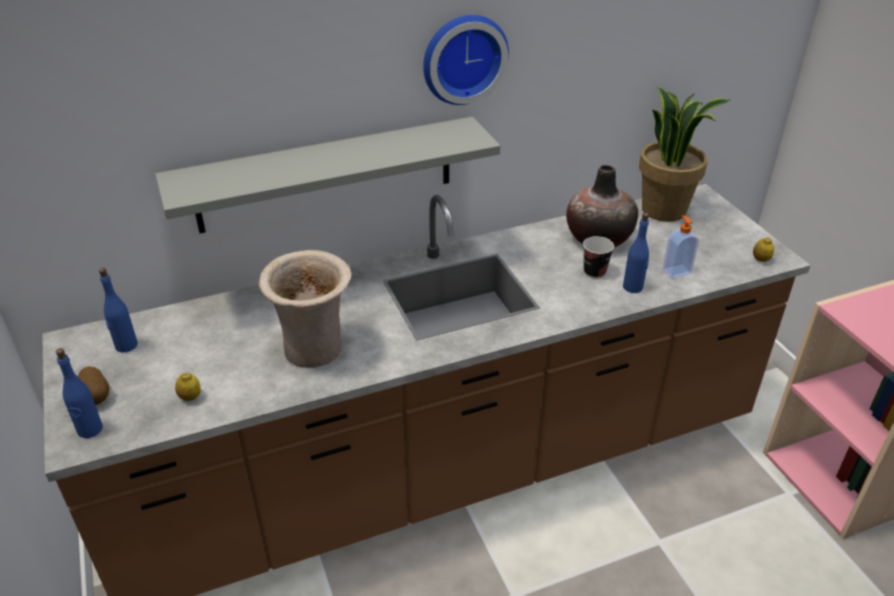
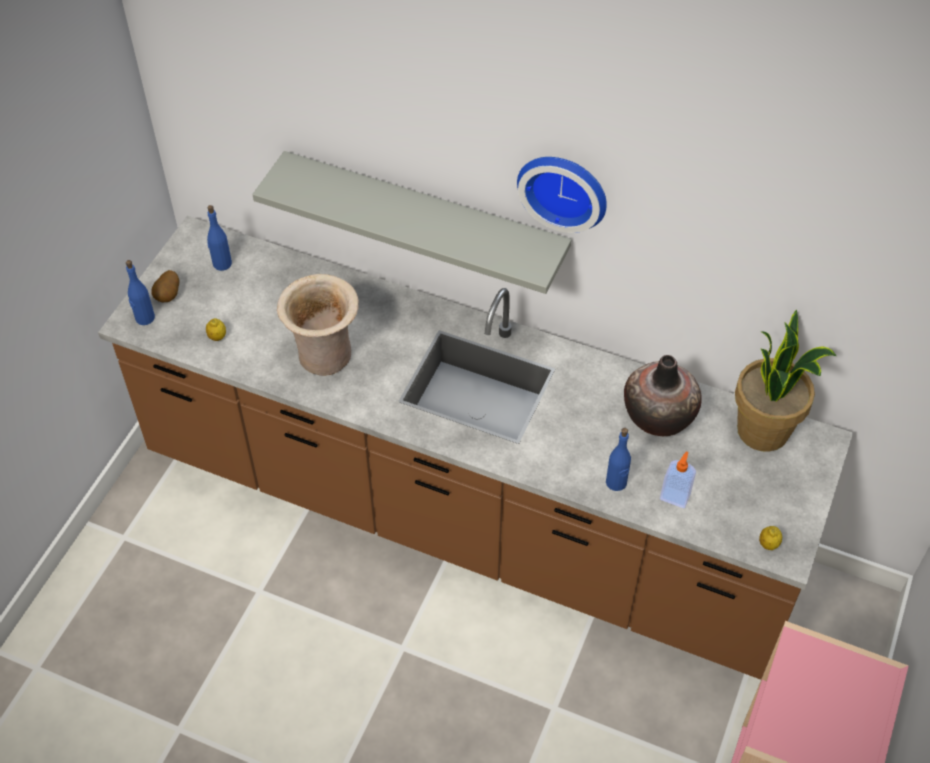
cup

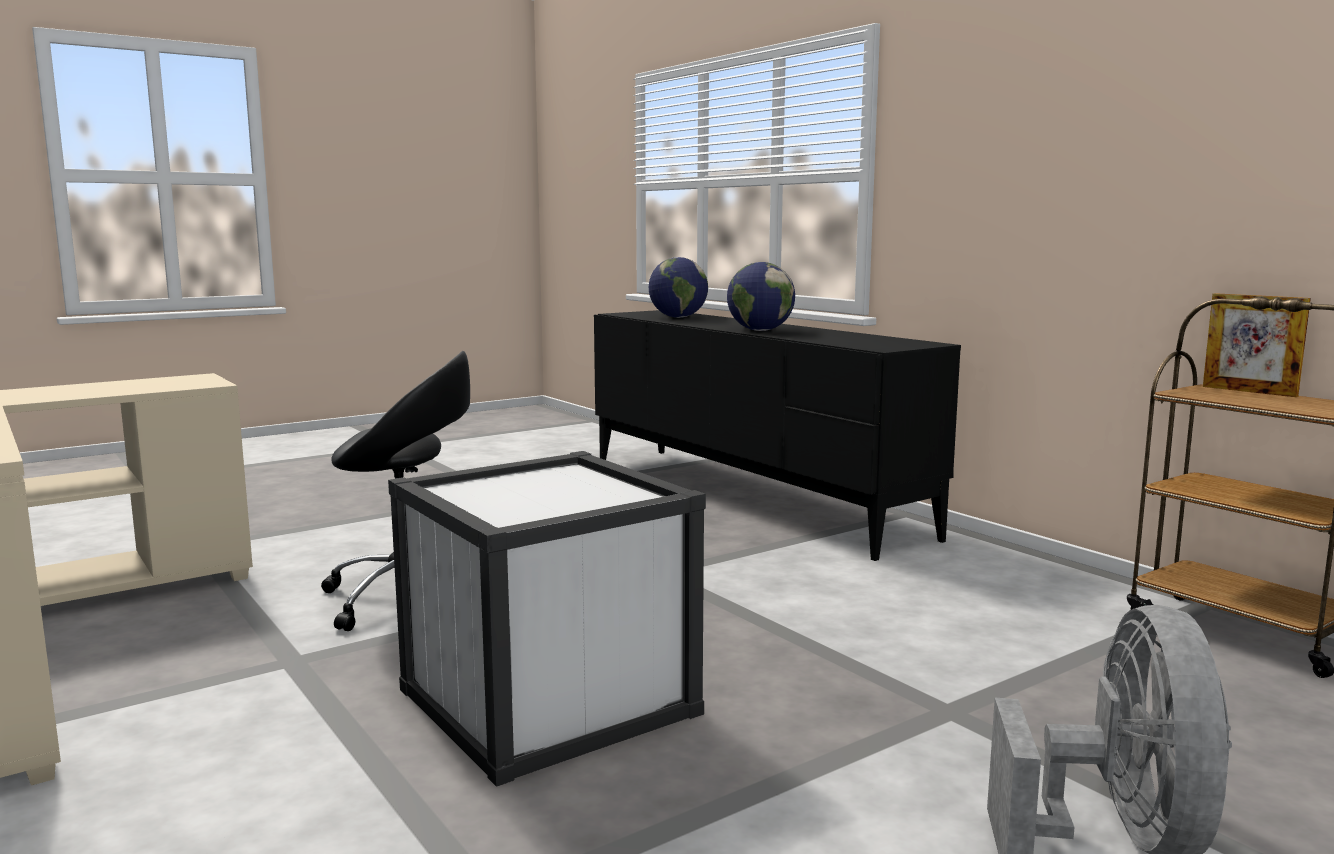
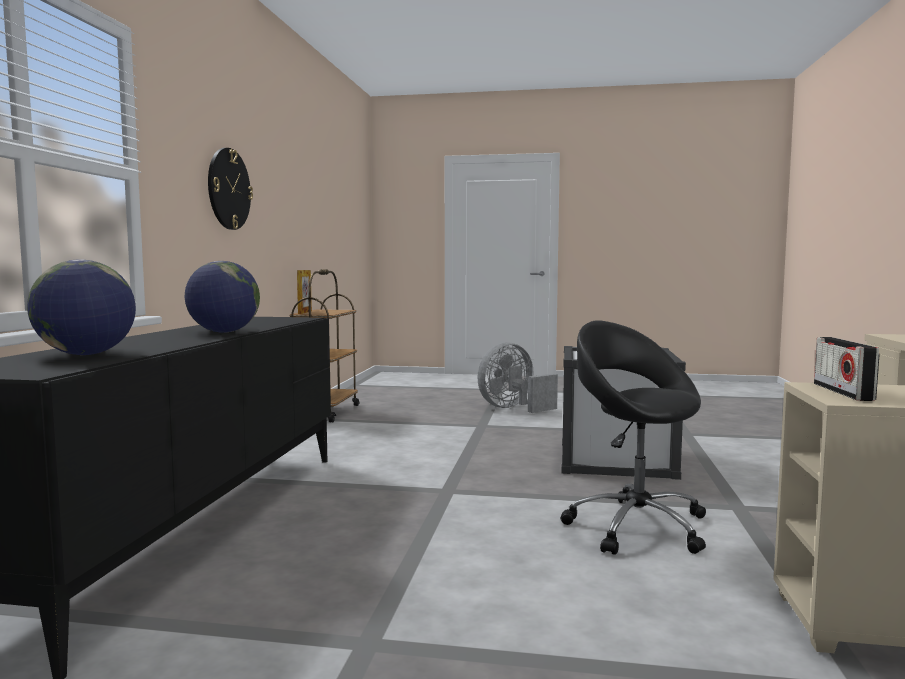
wall clock
radio

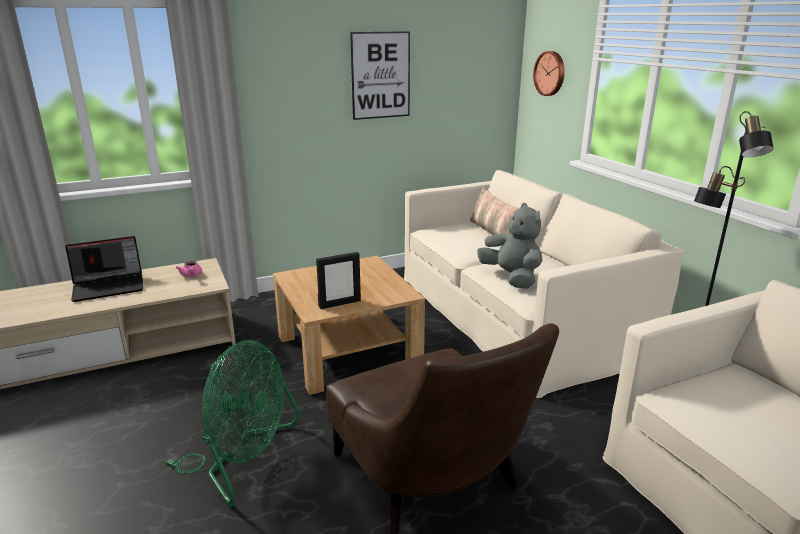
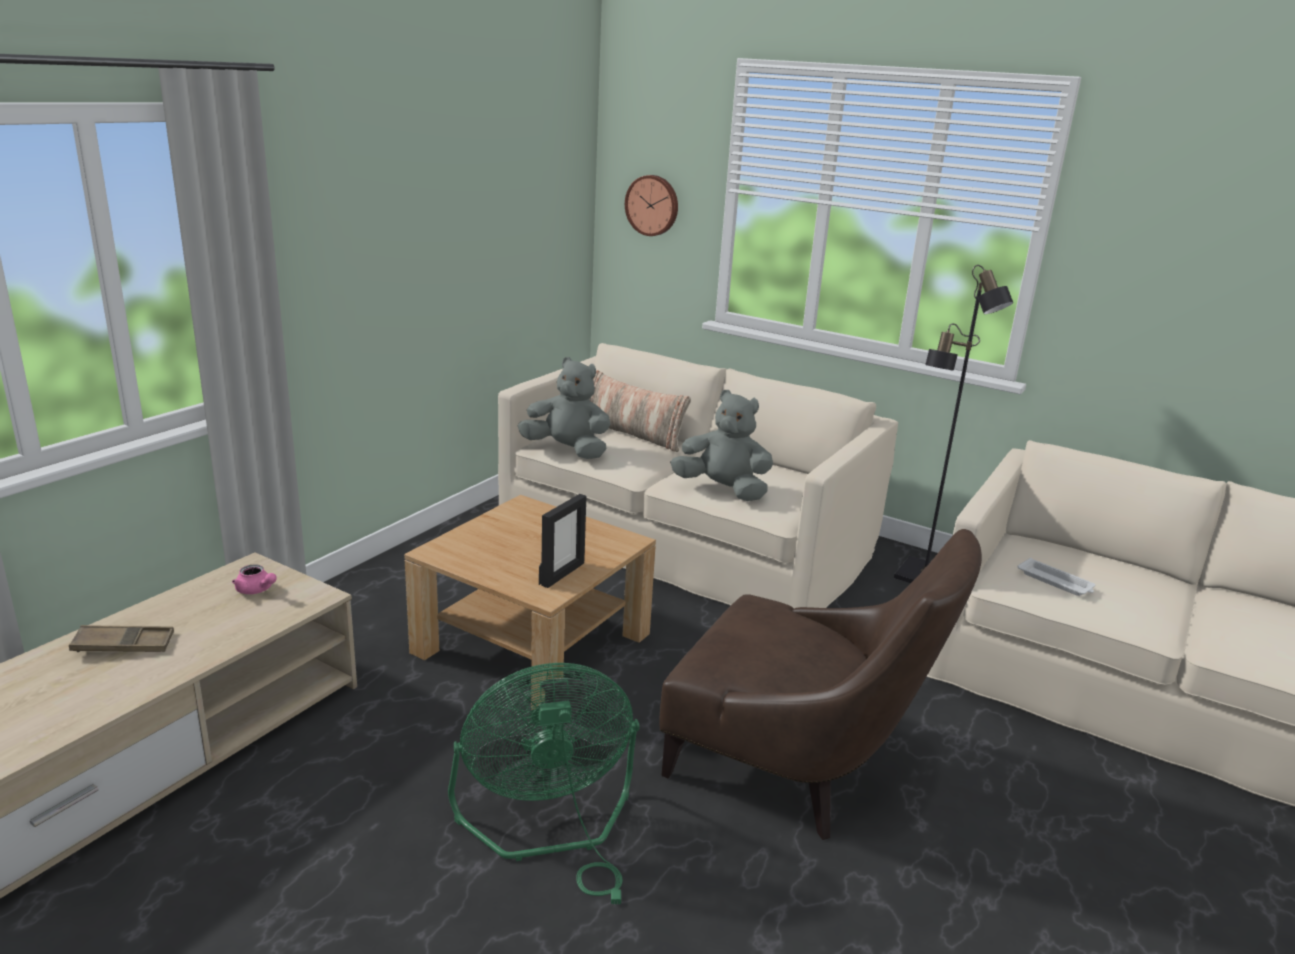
picture
plush toy in grey (1st from left)
tray in white
tray in brown
fan in green

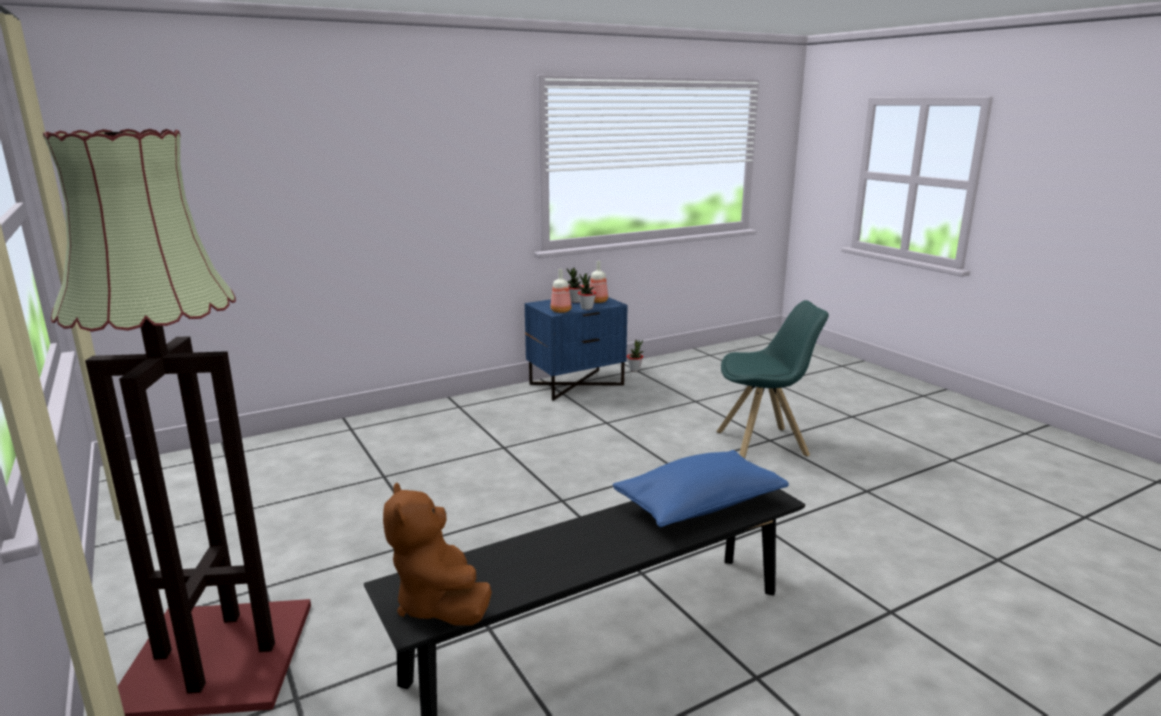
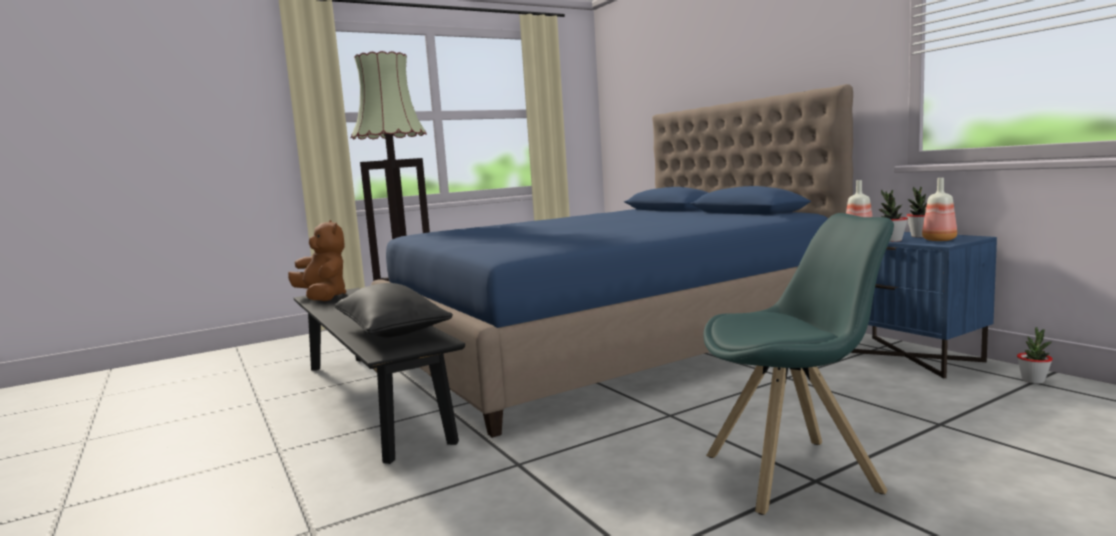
bed in blue
pillow in black
plush toy in brown
chair in turquoise

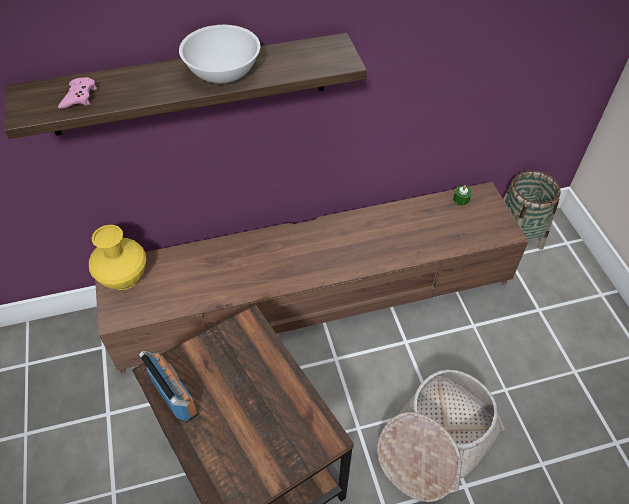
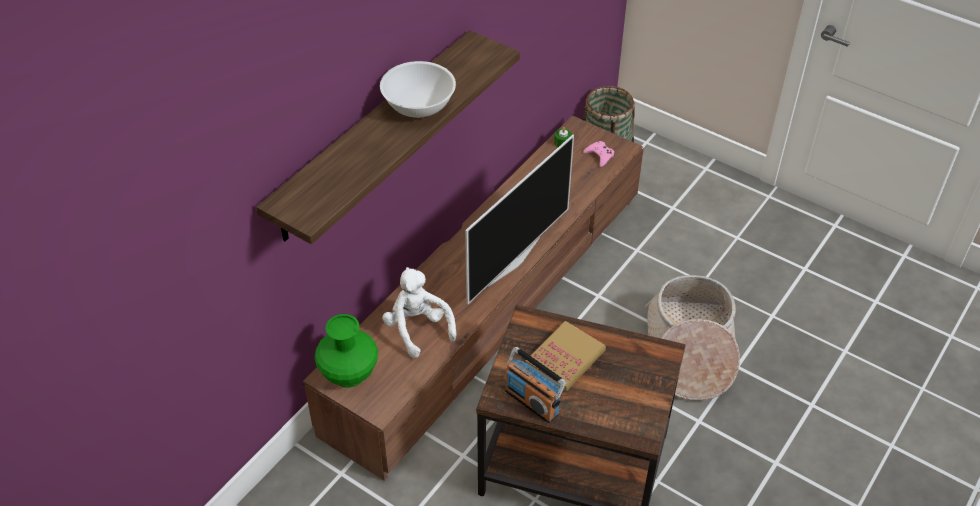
plush toy in white
television
book
game controller in pink
vase in green
radio

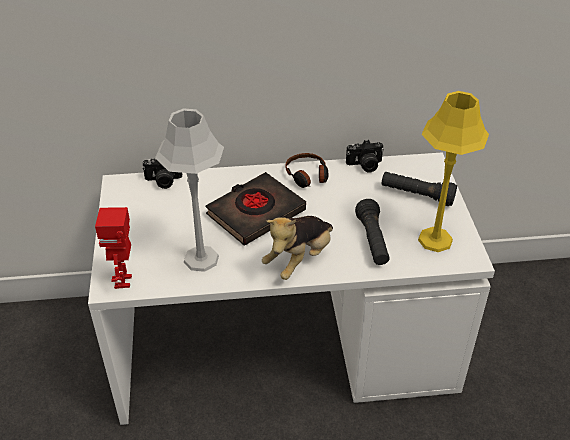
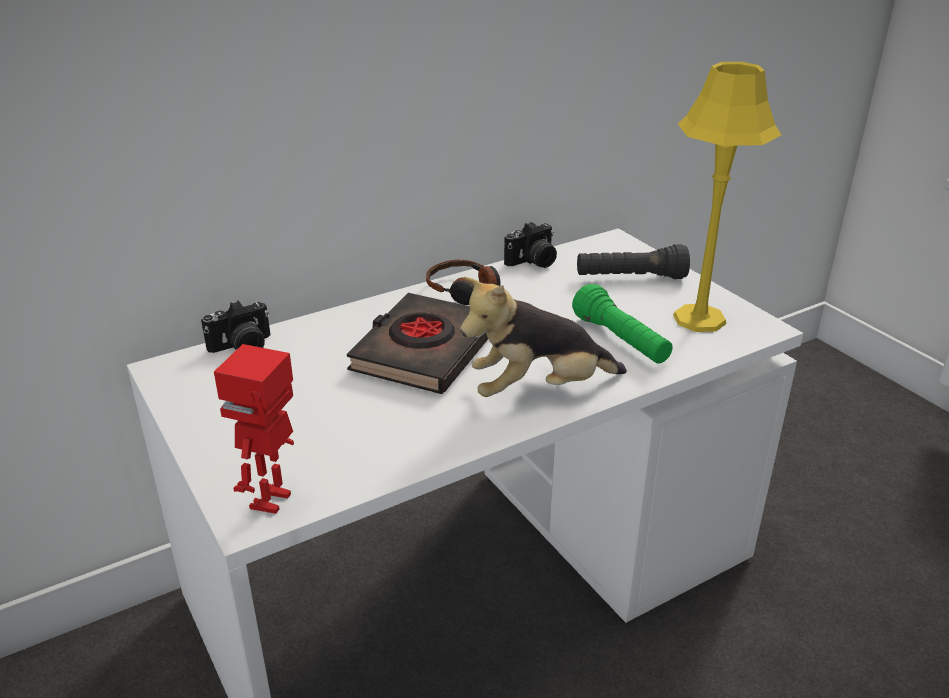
table lamp in grey
flashlight in green
toy robot
plush toy

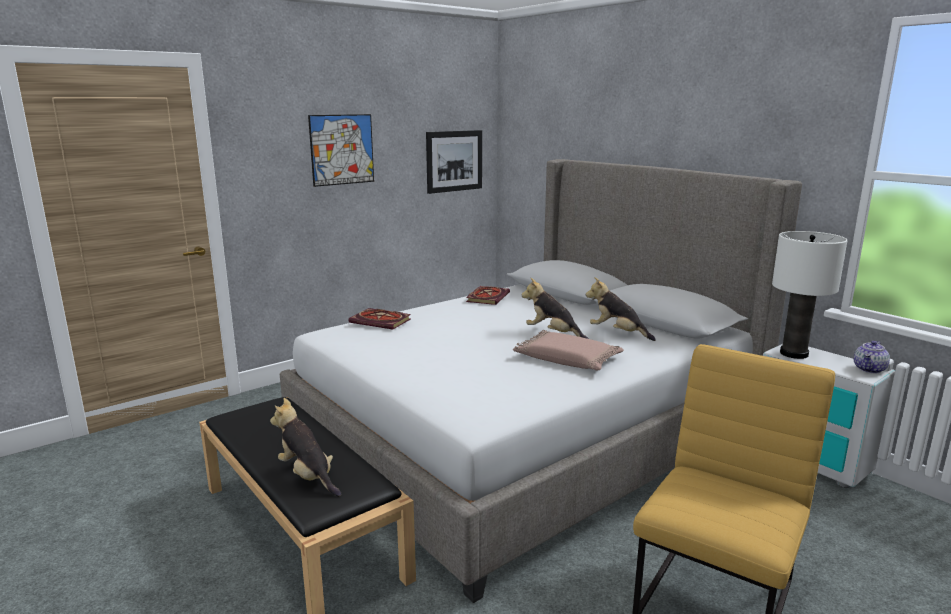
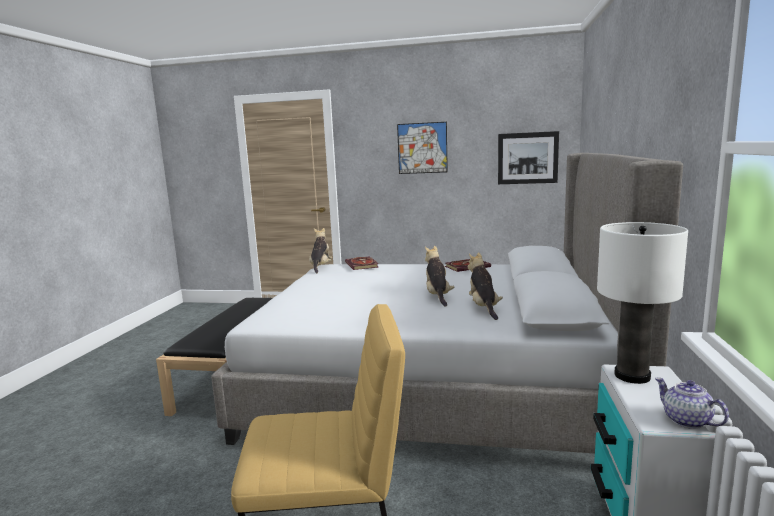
pillow in beige
plush toy (1st from left)
teapot

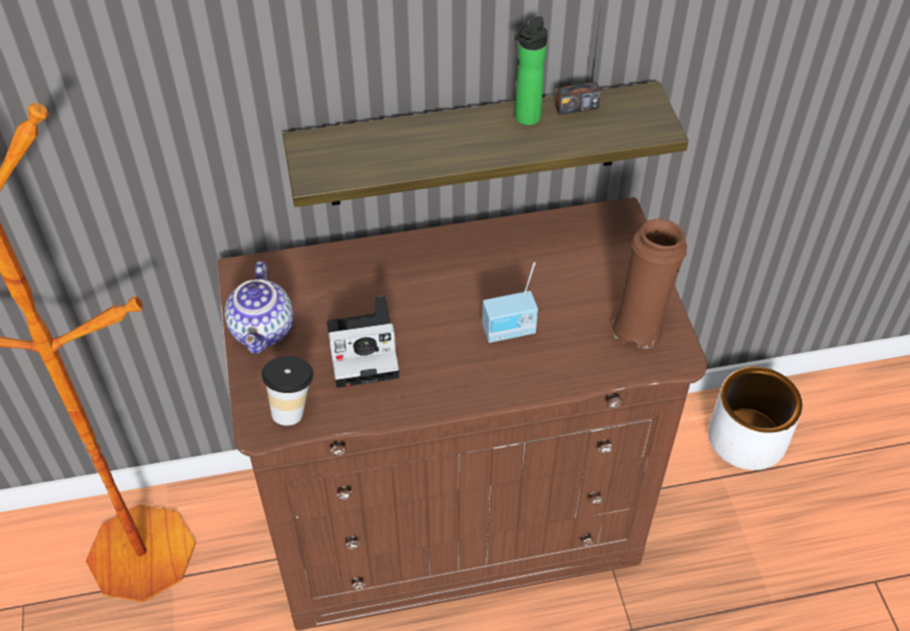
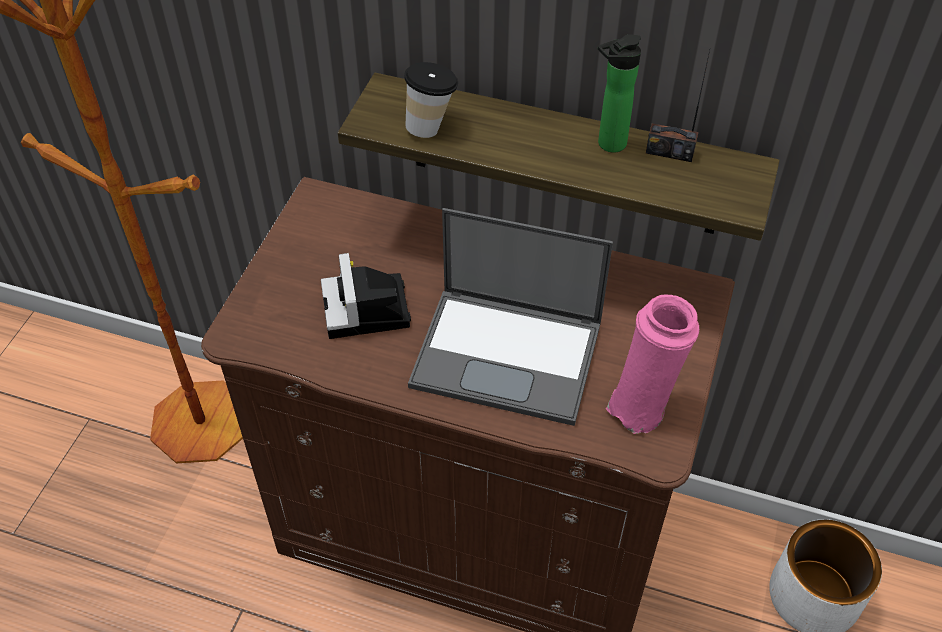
teapot
cup
laptop
vase in pink
photo camera

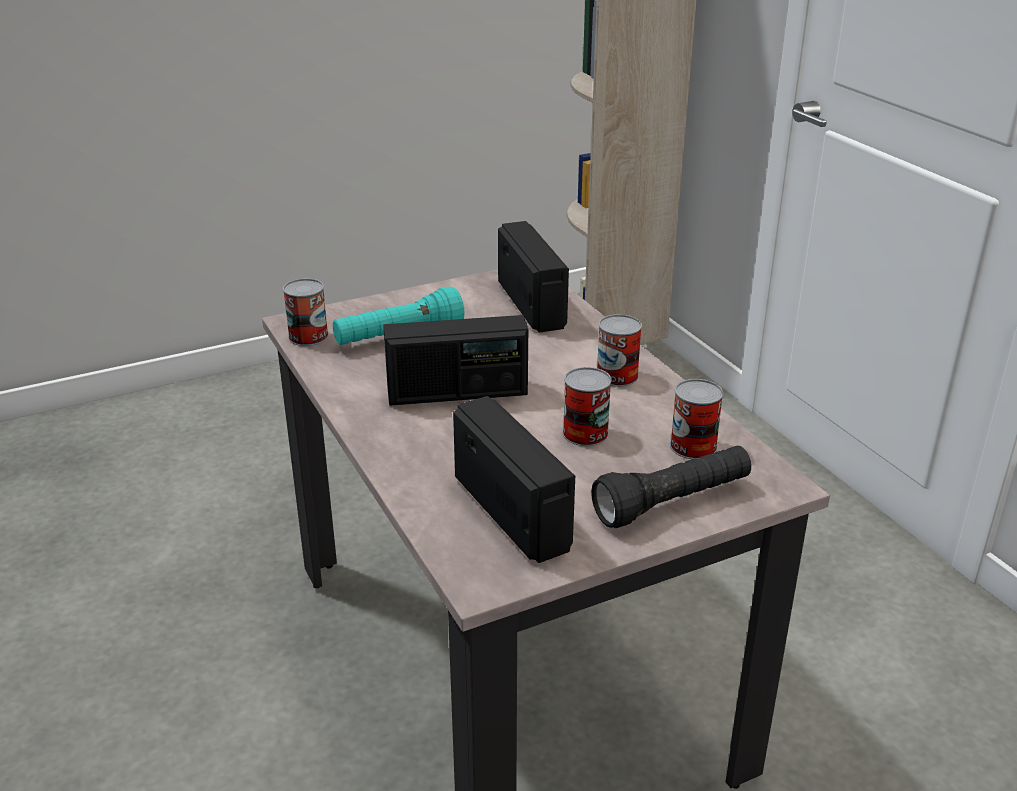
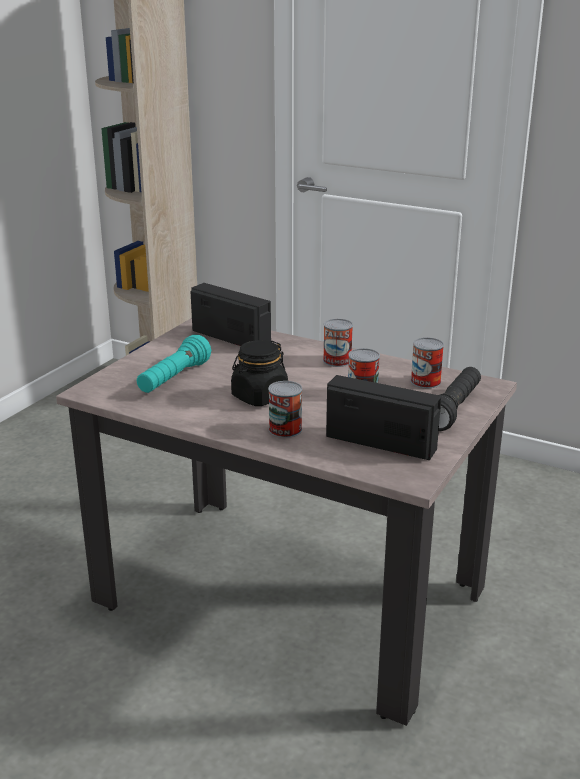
can (1st from left)
jar in black

